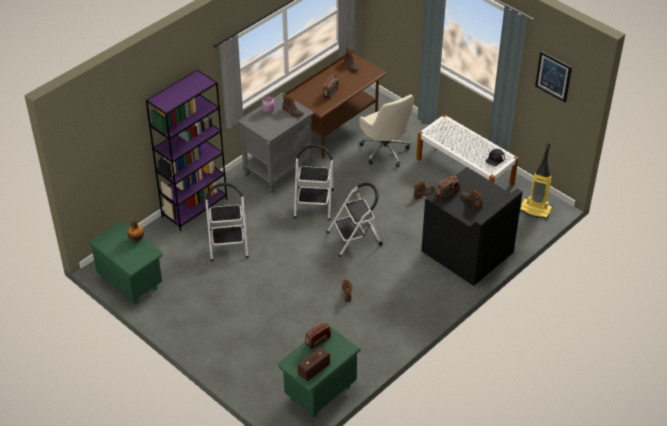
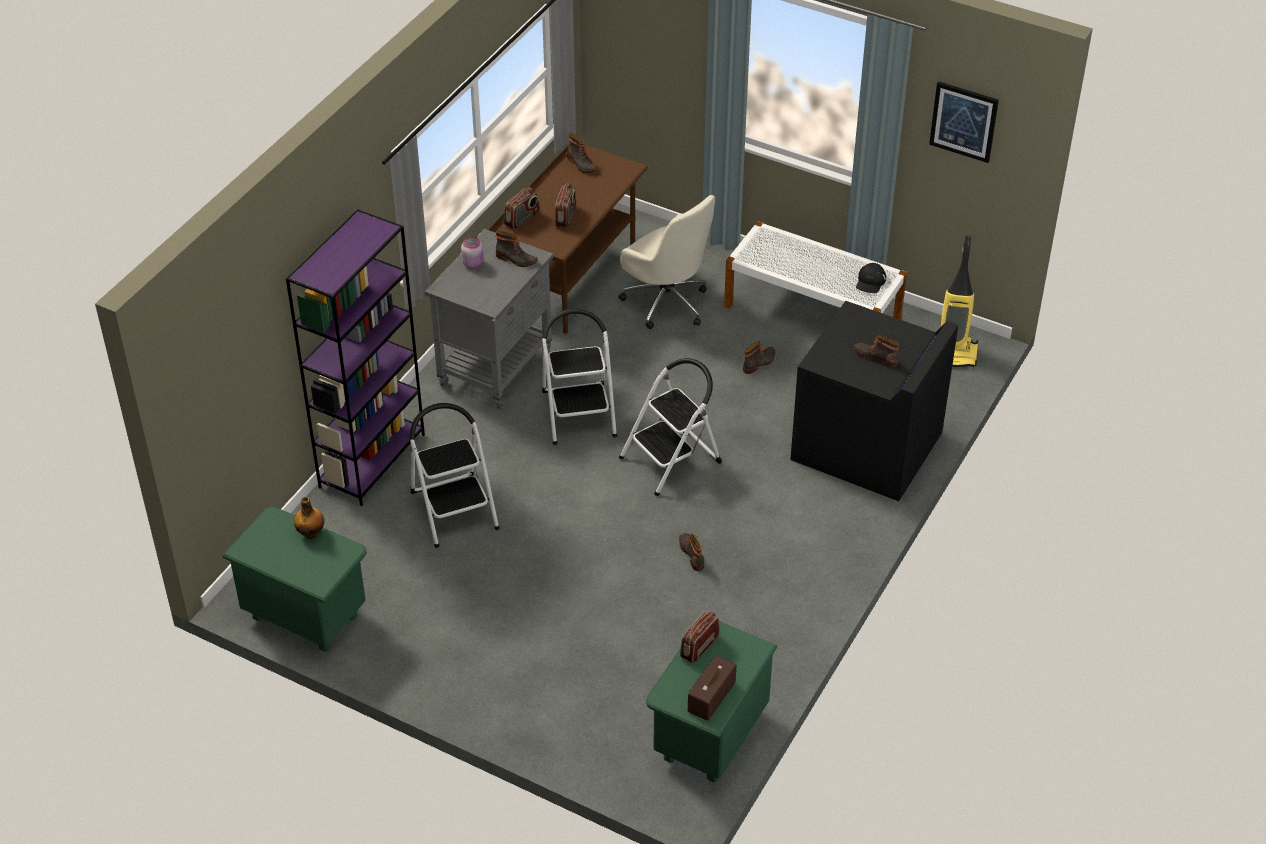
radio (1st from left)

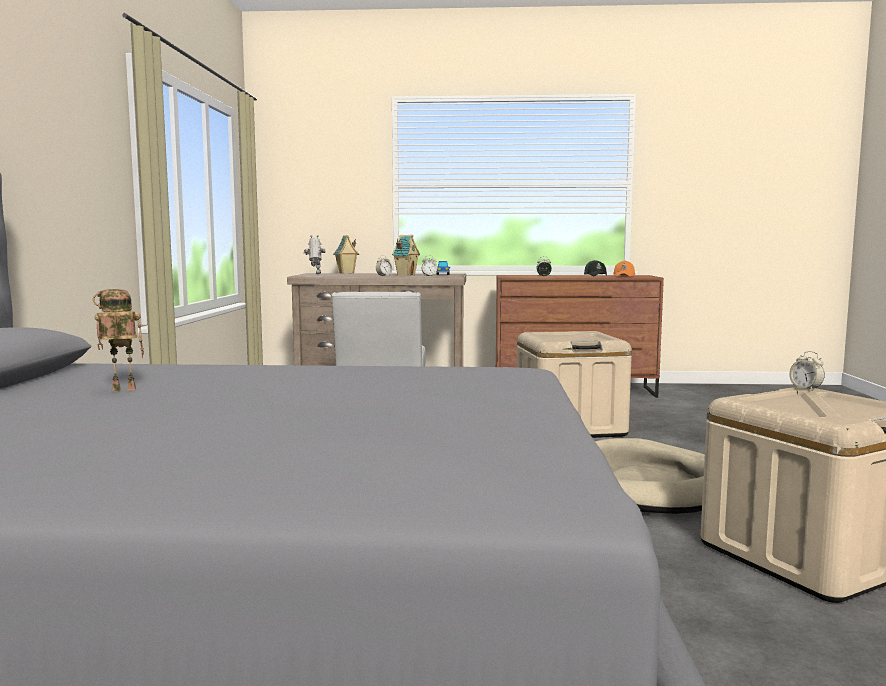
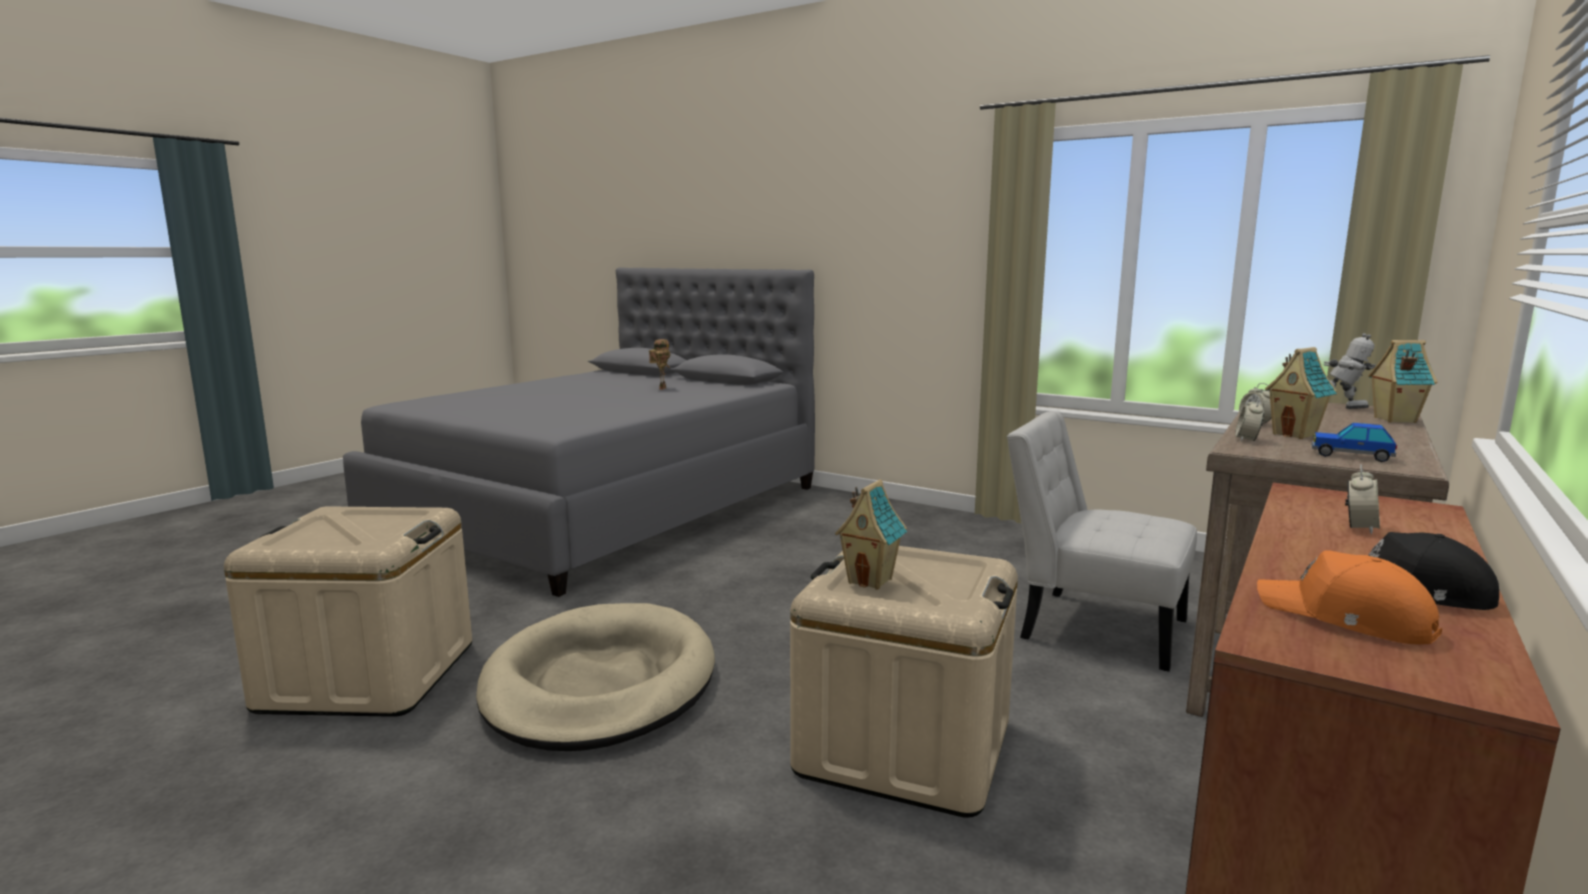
alarm clock (4th from left in the first image)
toy house (1st from left)

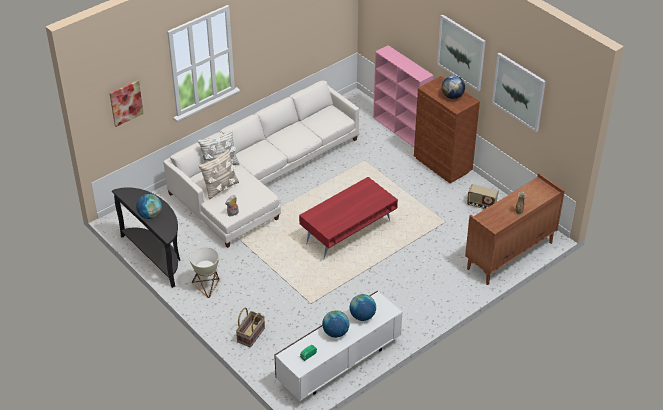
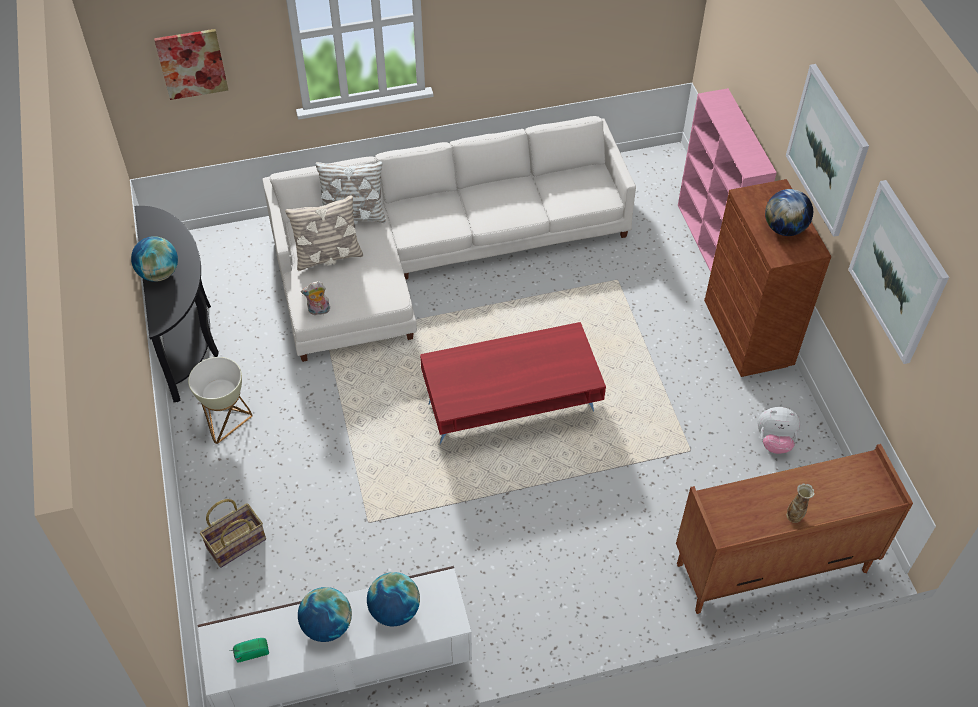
plush toy (2nd from left)

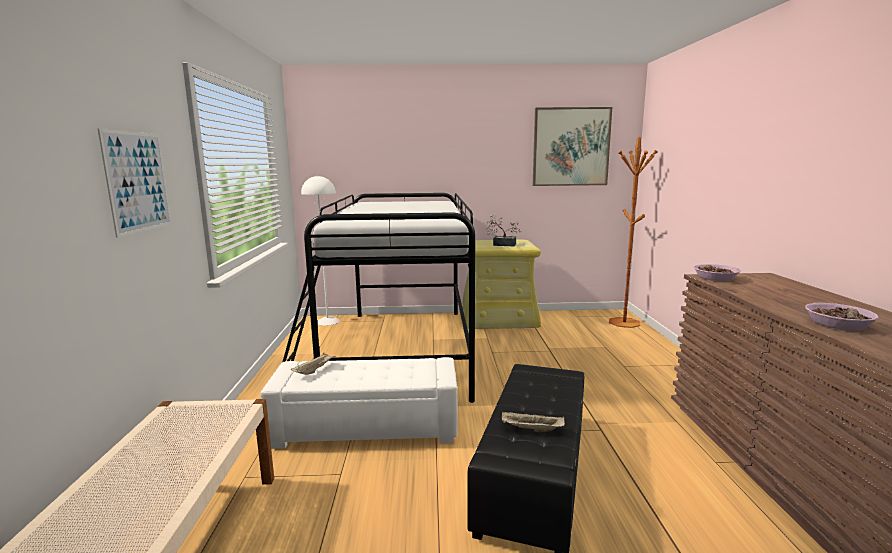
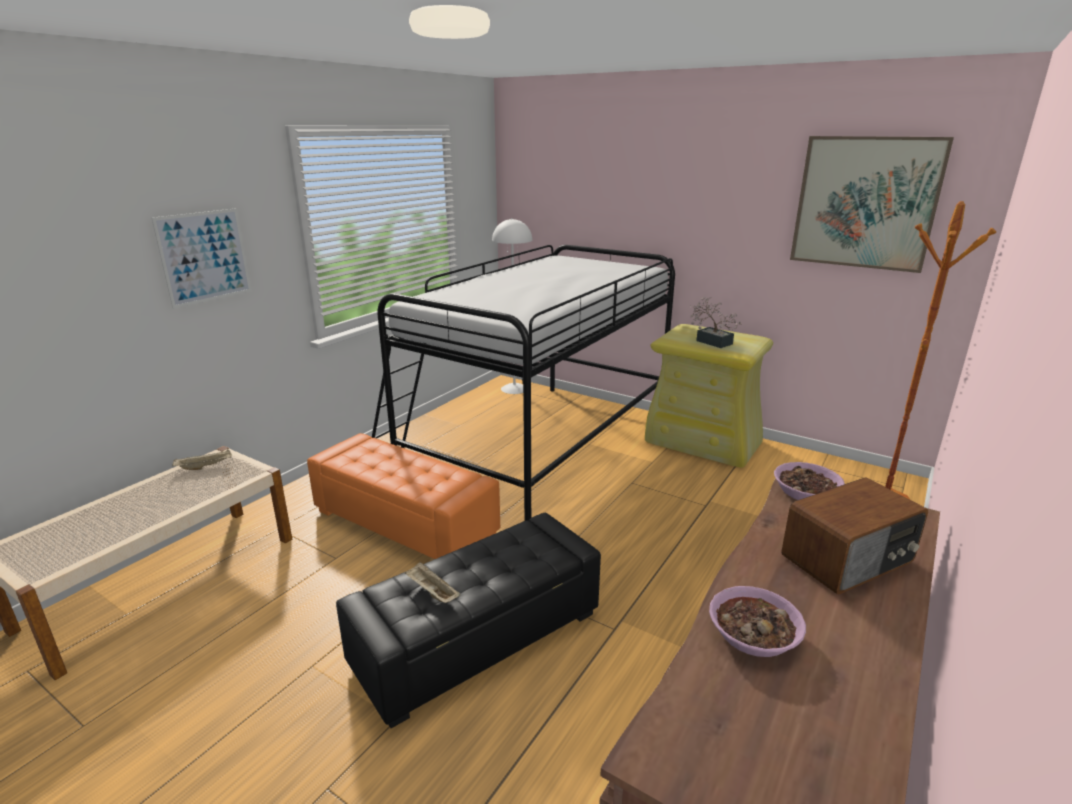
radio
tray in beige (1st from left)
ottoman in orange

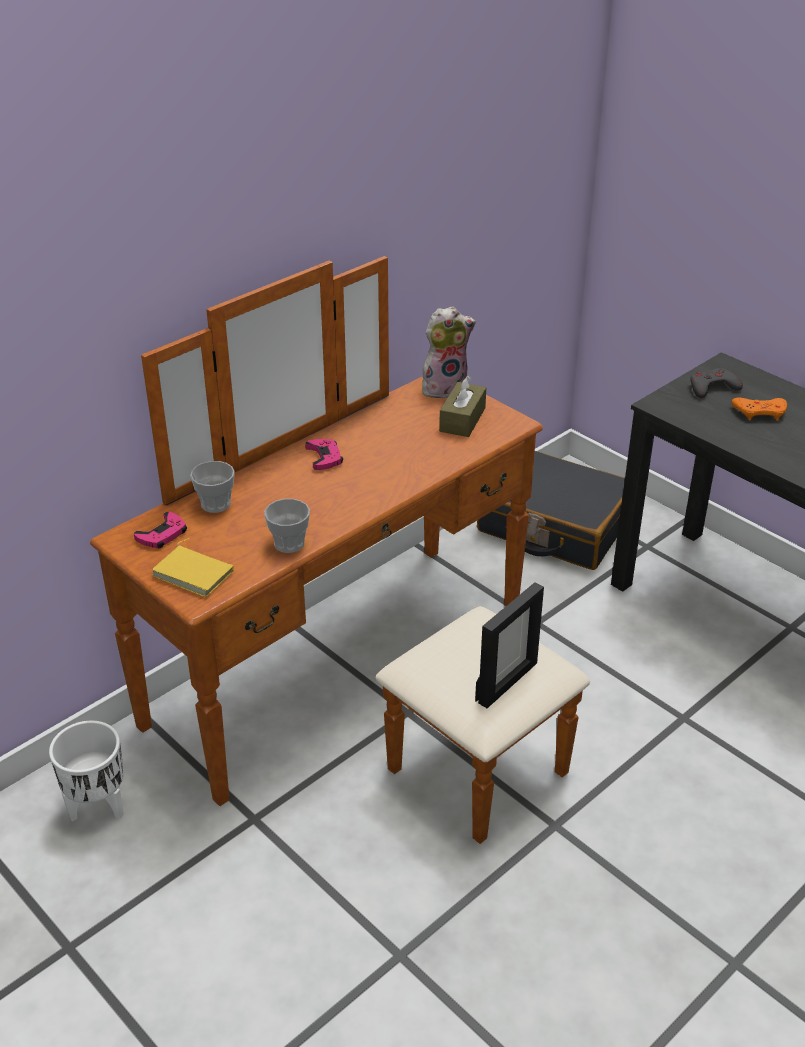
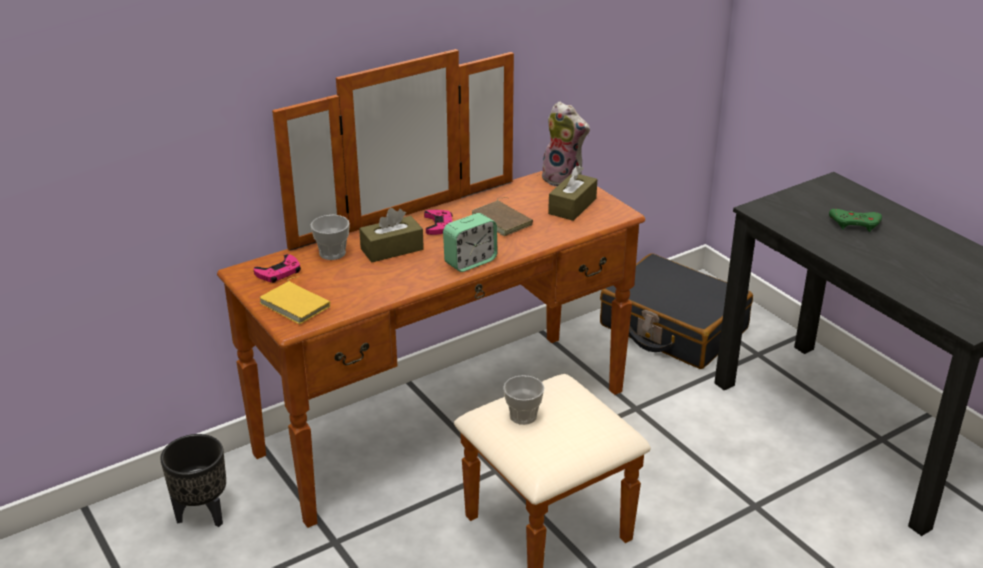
picture frame
game controller in grey
tissue box in brown (1st from left)
alarm clock
book in brown
cup (2nd from left)
planter in black
game controller in green
plush toy

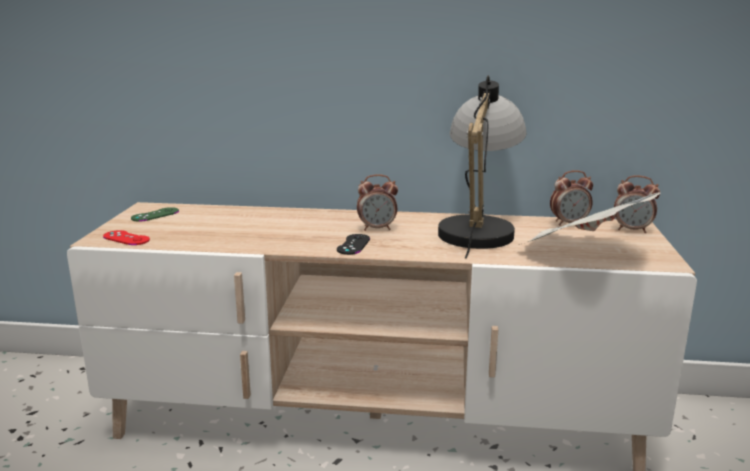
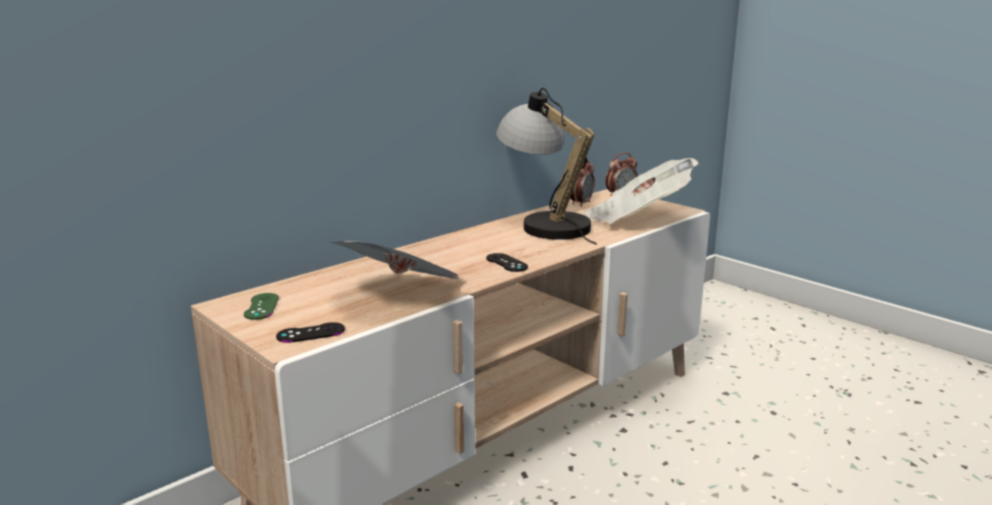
alarm clock (1st from left in the first image)
newspaper (1st from left)
game controller in black (1st from left)

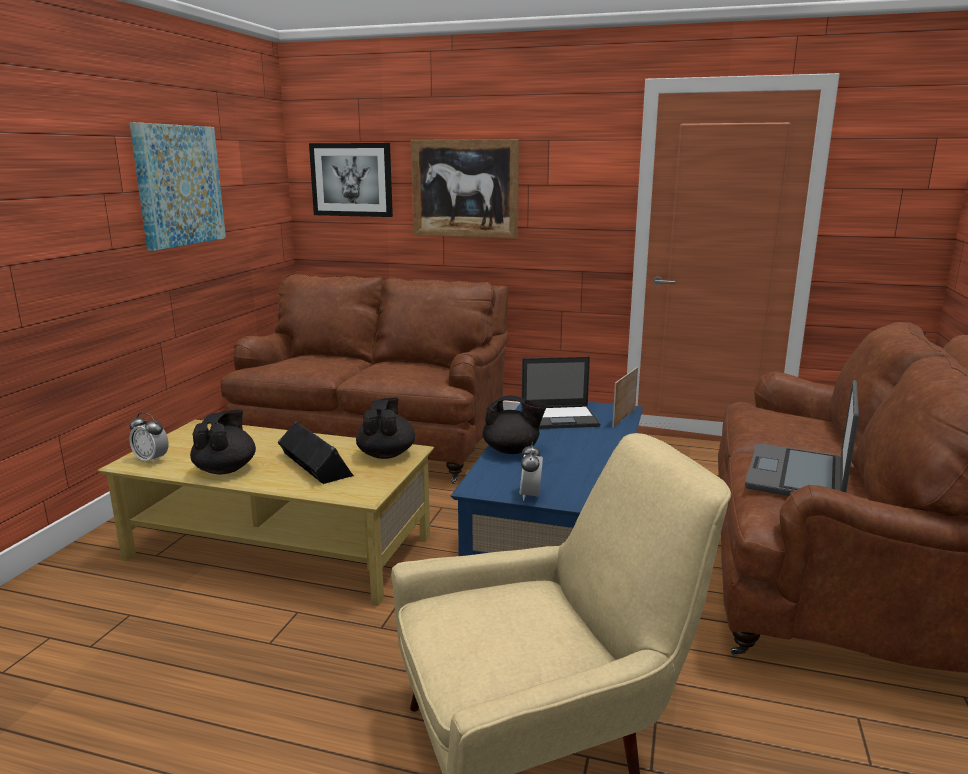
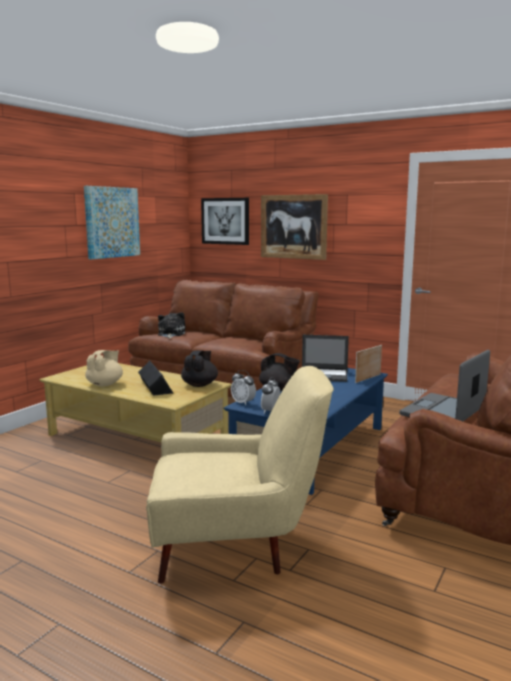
plush toy
alarm clock (1st from left)
teapot in beige

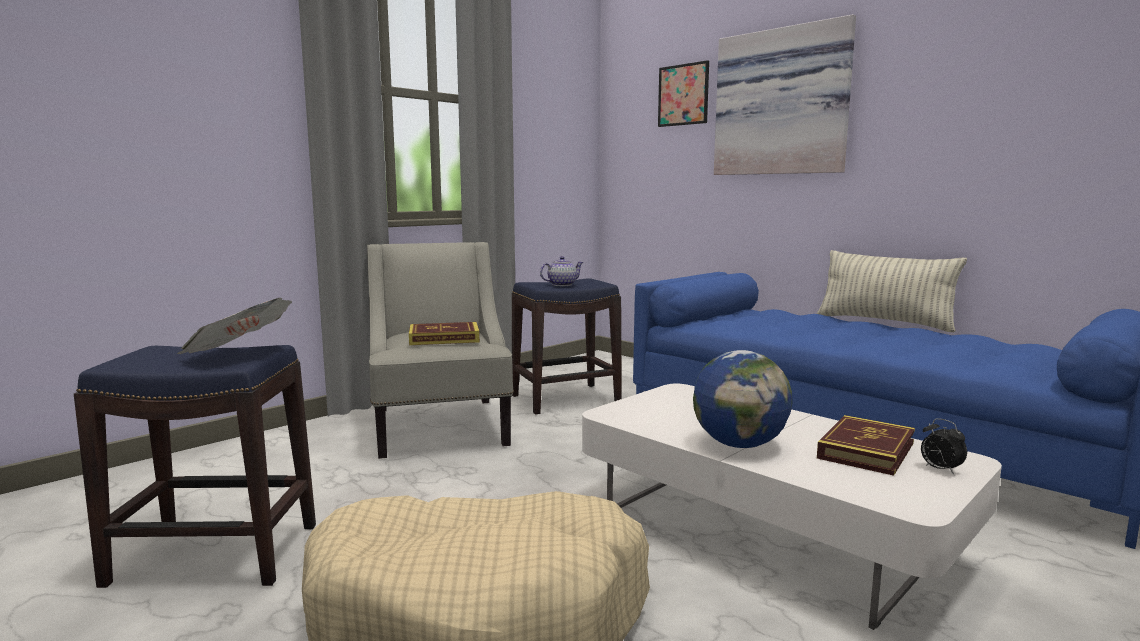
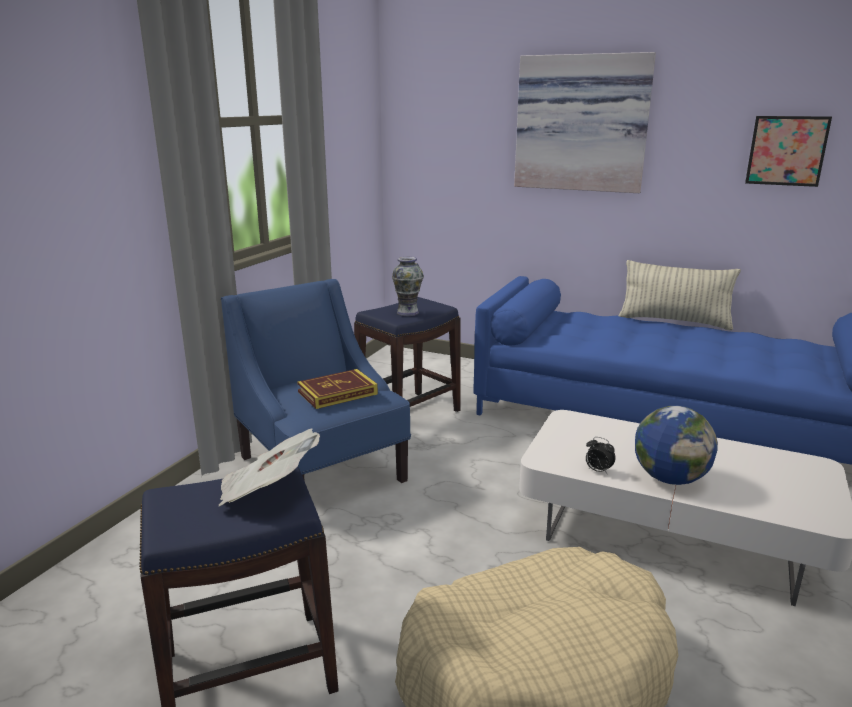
book (2nd from left in the first image)
picture (2nd from left)
alarm clock
vase
armchair in blue

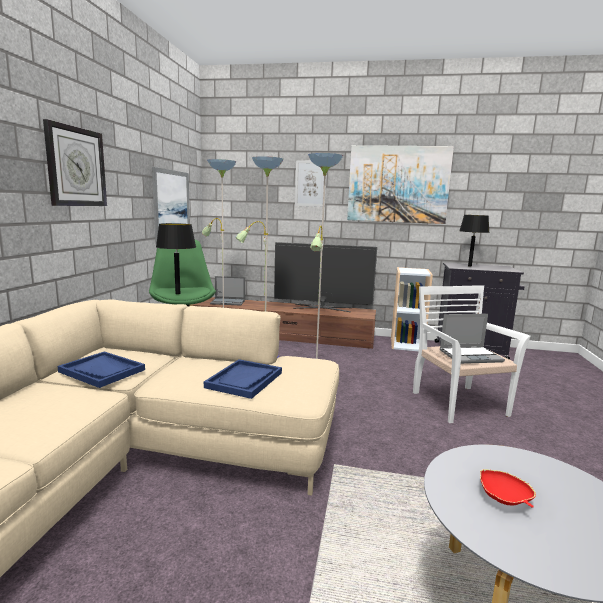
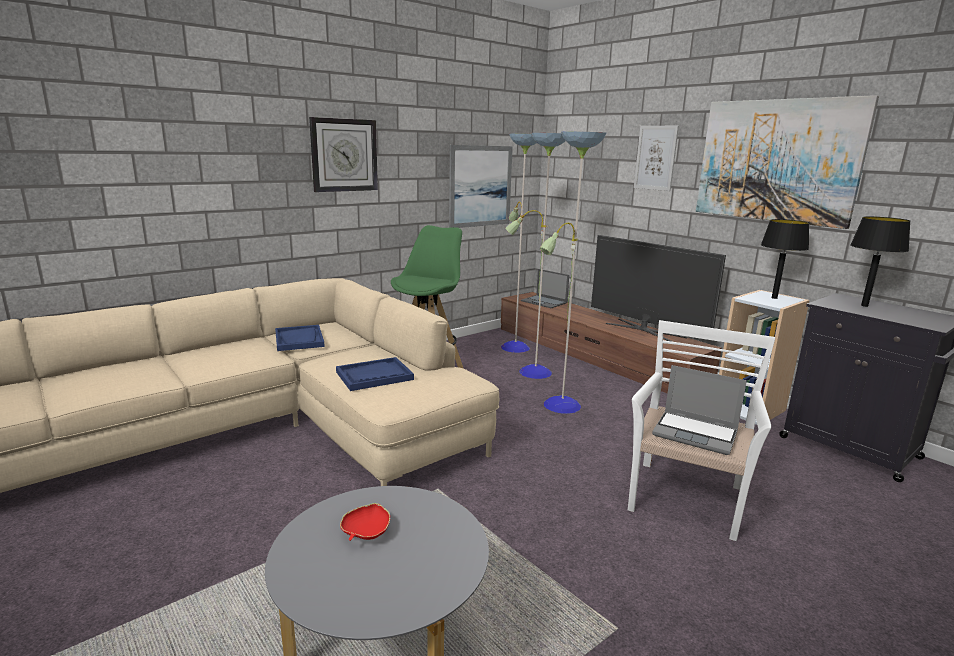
table lamp in black (1st from left)

